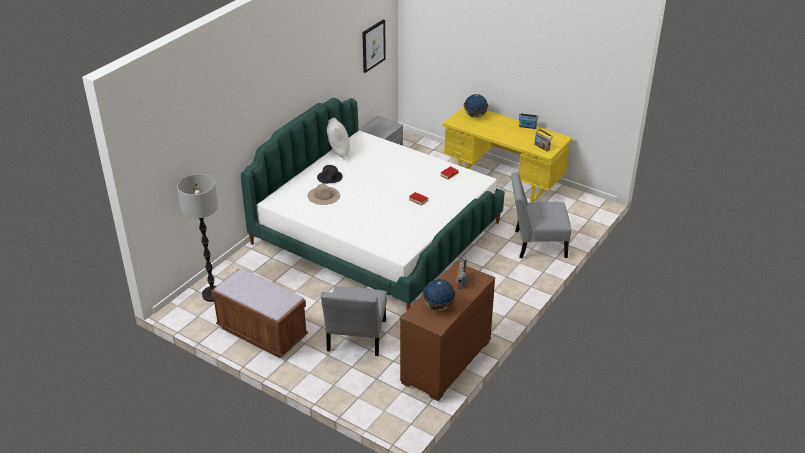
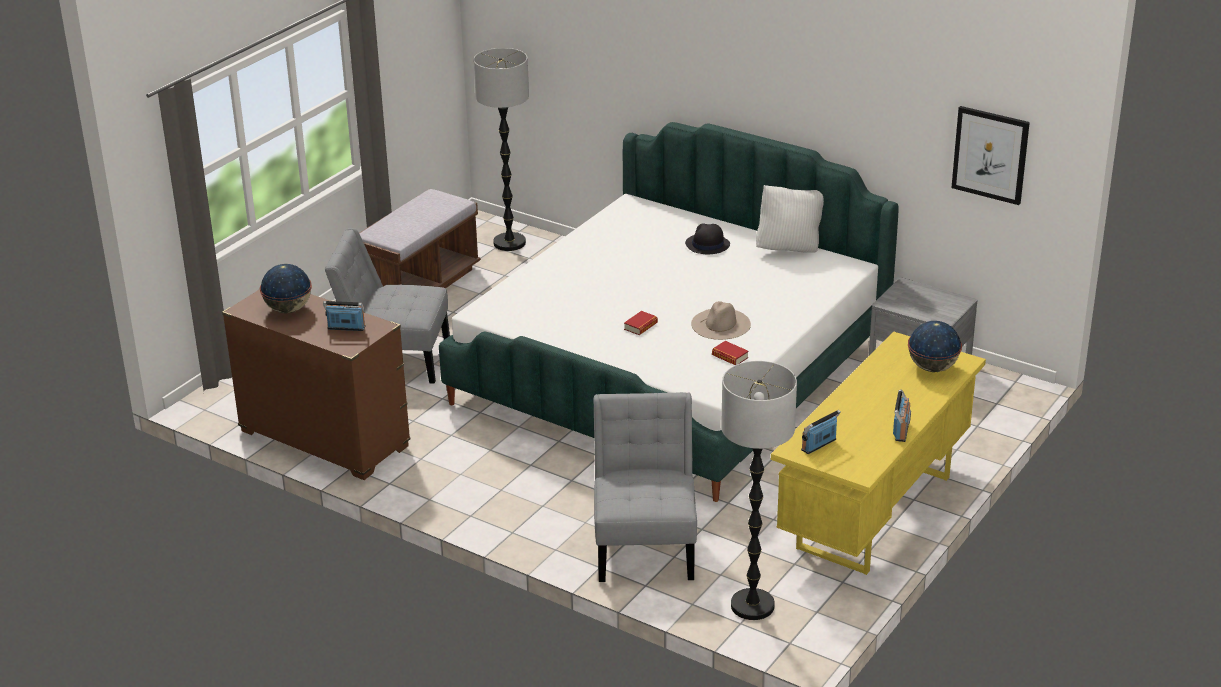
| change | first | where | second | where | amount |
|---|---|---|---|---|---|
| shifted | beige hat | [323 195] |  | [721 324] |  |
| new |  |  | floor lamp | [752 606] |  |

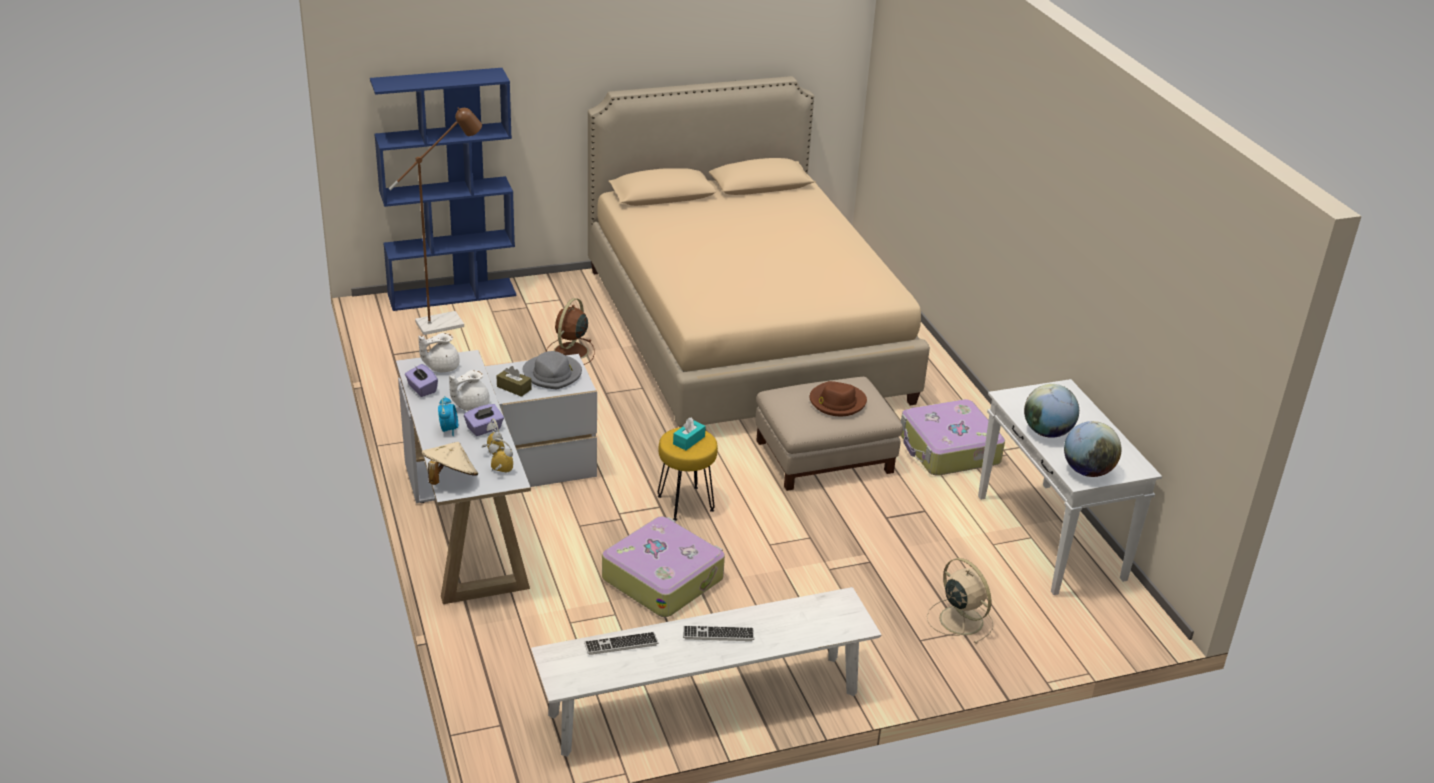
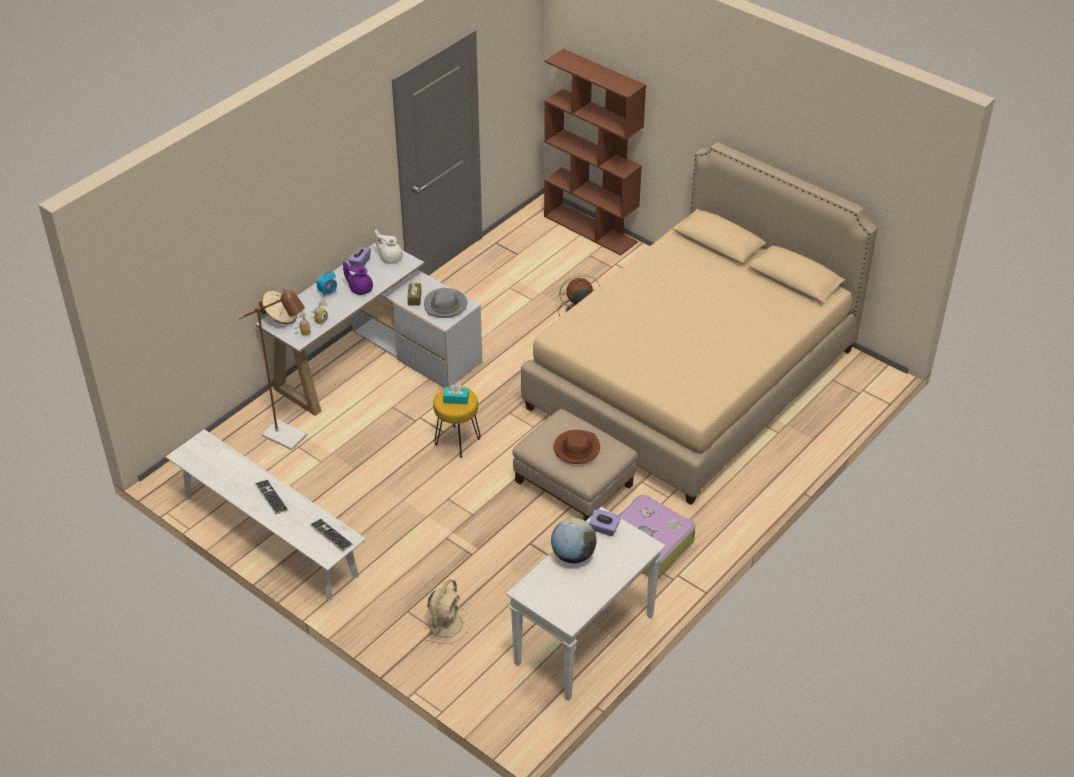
| change | first | where | second | where | amount |
|---|---|---|---|---|---|
| repainted | blue bookcase | [452 294] | brown bookcase | [591 229] |  |
| shifted | brown floor lamp | [448 322] |  | [291 438] |  |
| repainted | white teapot | [471 405] | purple teapot | [360 289] |  |
| shifted | purple tissue box | [484 429] |  | [604 529] |  |
| shifted | keyboard | [621 644] |  | [331 535] |  |
| gone | suitcase | [663 578] |  |  |  |
| gone | globe | [1087 471] |  |  |  |

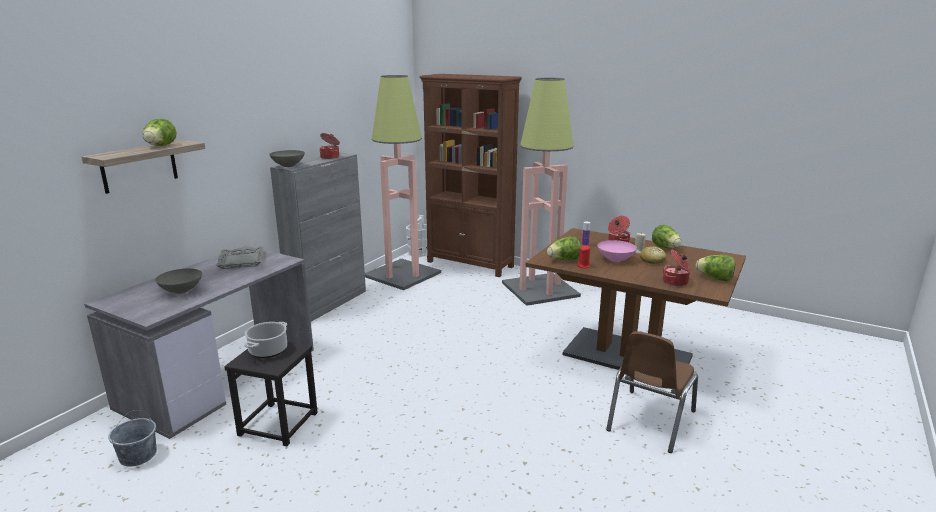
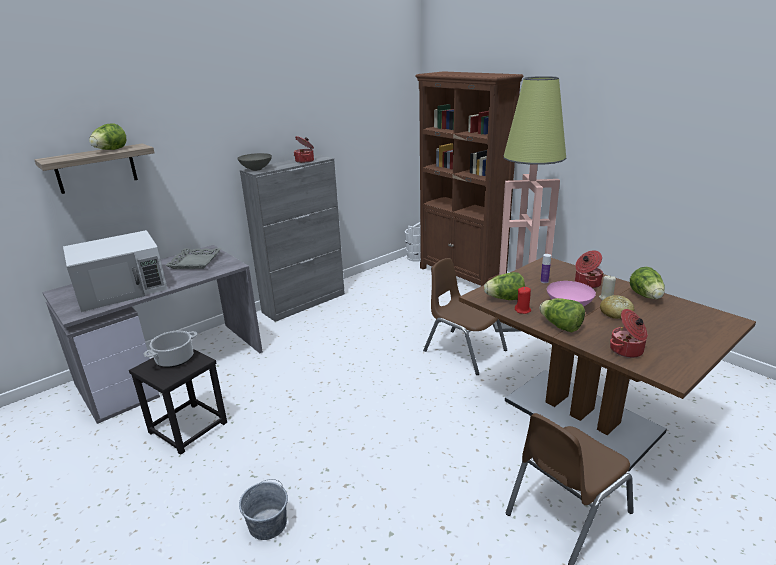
| change | first | where | second | where | amount |
|---|---|---|---|---|---|
| shifted | grey bucket | [138 455] |  | [268 524] |  |
| swapped | grey bowl | [182 290] | white microwave | [122 288] |  |
| gone | floor lamp | [403 274] |  |  |  |
| shifted | lettuce | [715 278] |  | [560 326] |  |
| new |  |  | brown chair | [464 351] |  |

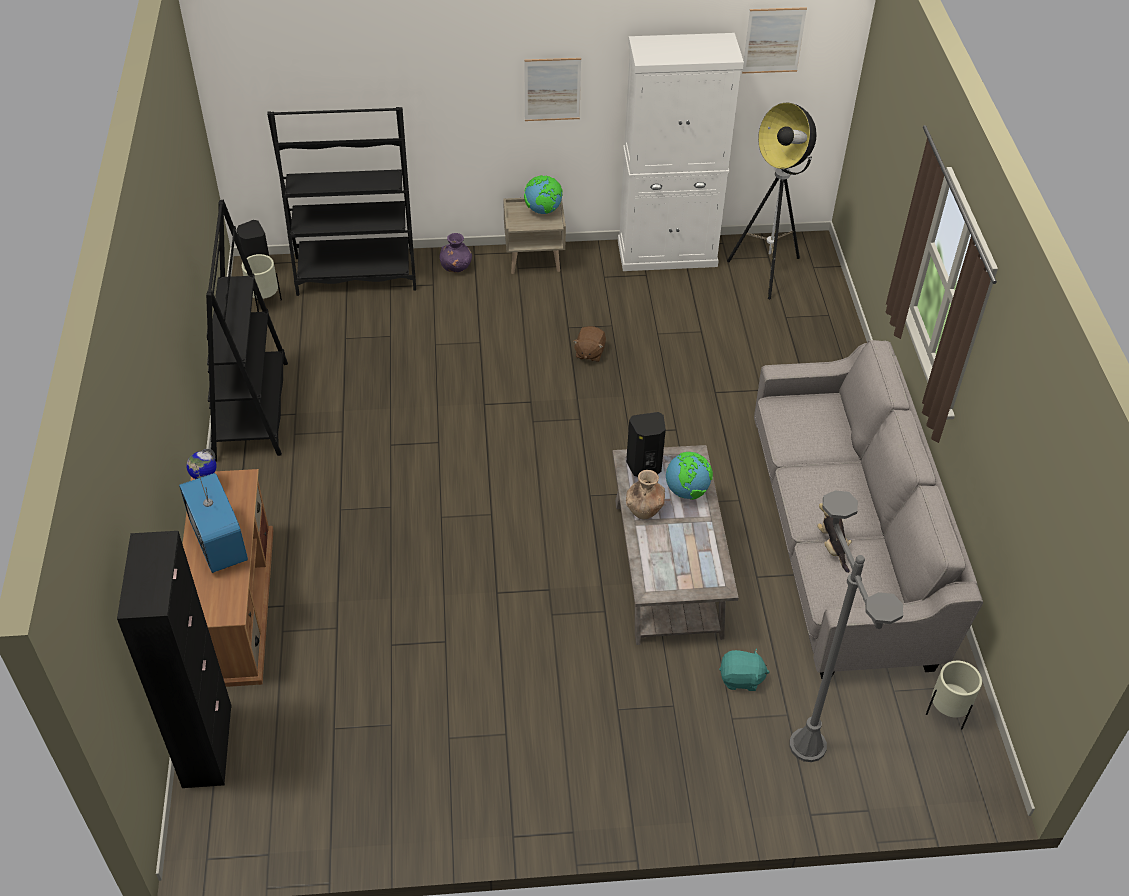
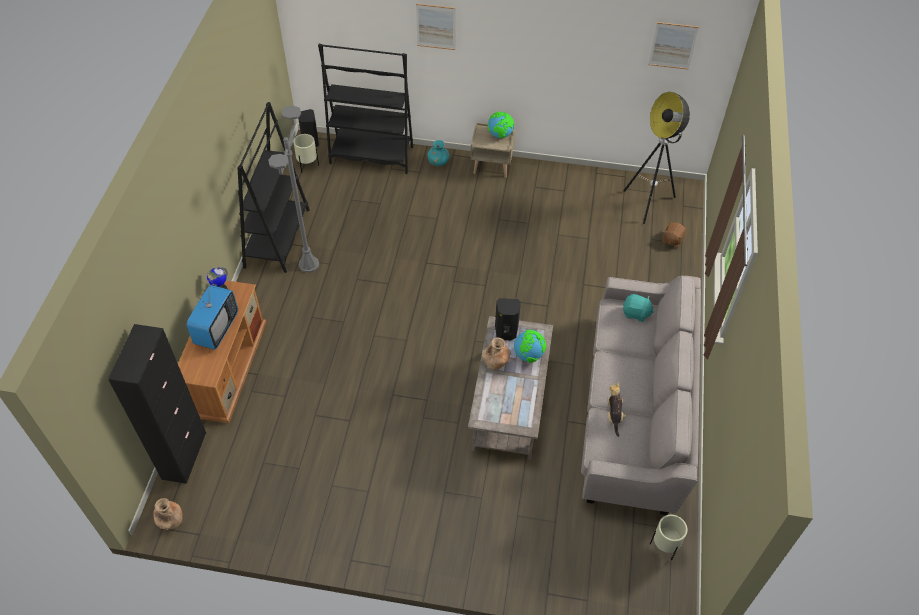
| change | first | where | second | where | amount |
|---|---|---|---|---|---|
| rotated | television | [219 542] |  | [216 329] | 150 degrees counterclockwise |
| repainted | purple vase | [456 267] | turquoise vase | [438 162] |  |
| shifted | picture | [552 89] |  | [436 26] |  |
| shifted | brown plush toy | [589 353] |  | [672 240] |  |
| gone | white cabinet | [667 253] |  |  |  |
| shifted | turquoise plush toy | [741 679] |  | [636 313] |  |
| shifted | grey floor lamp | [807 746] |  | [309 265] |  |
| new |  |  | brown vase | [170 520] |  |

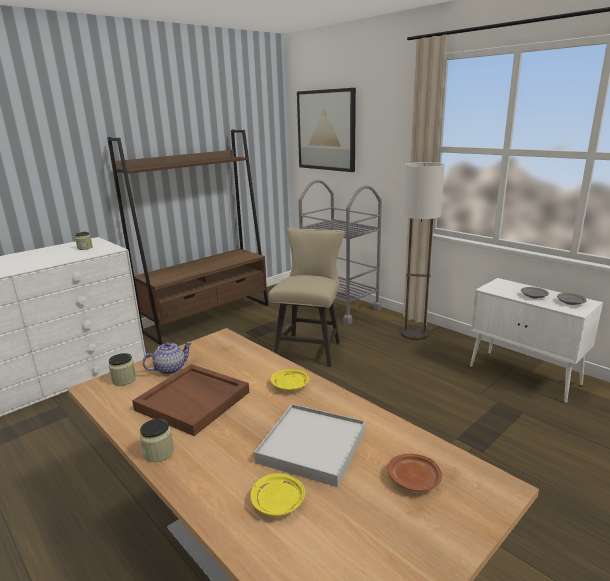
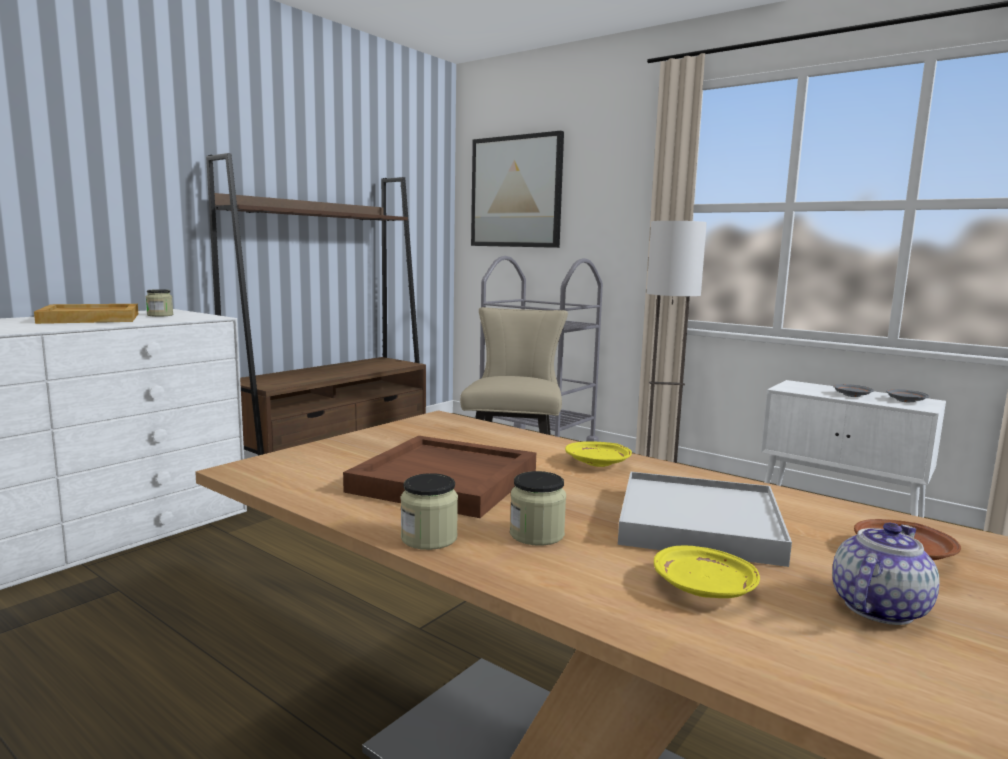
| change | first | where | second | where | amount |
|---|---|---|---|---|---|
| shifted | jar | [124 379] |  | [536 534] |  |
| shifted | teapot | [170 369] |  | [877 607] |  |
| new |  |  | beige tray | [91 318] |  |

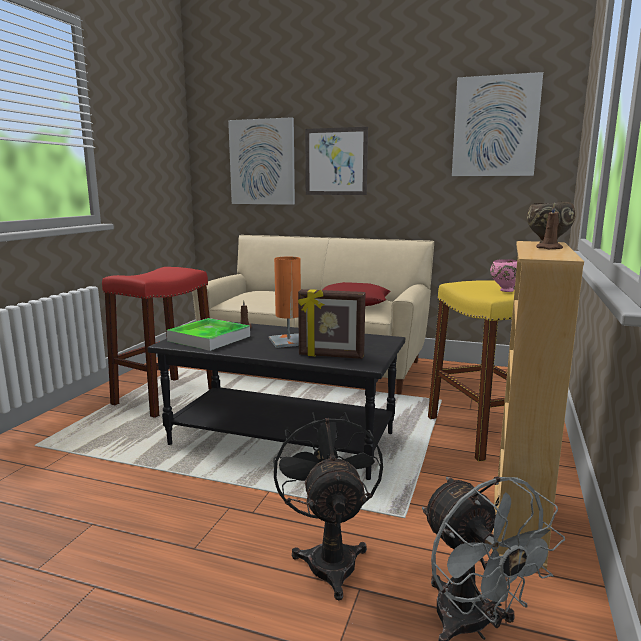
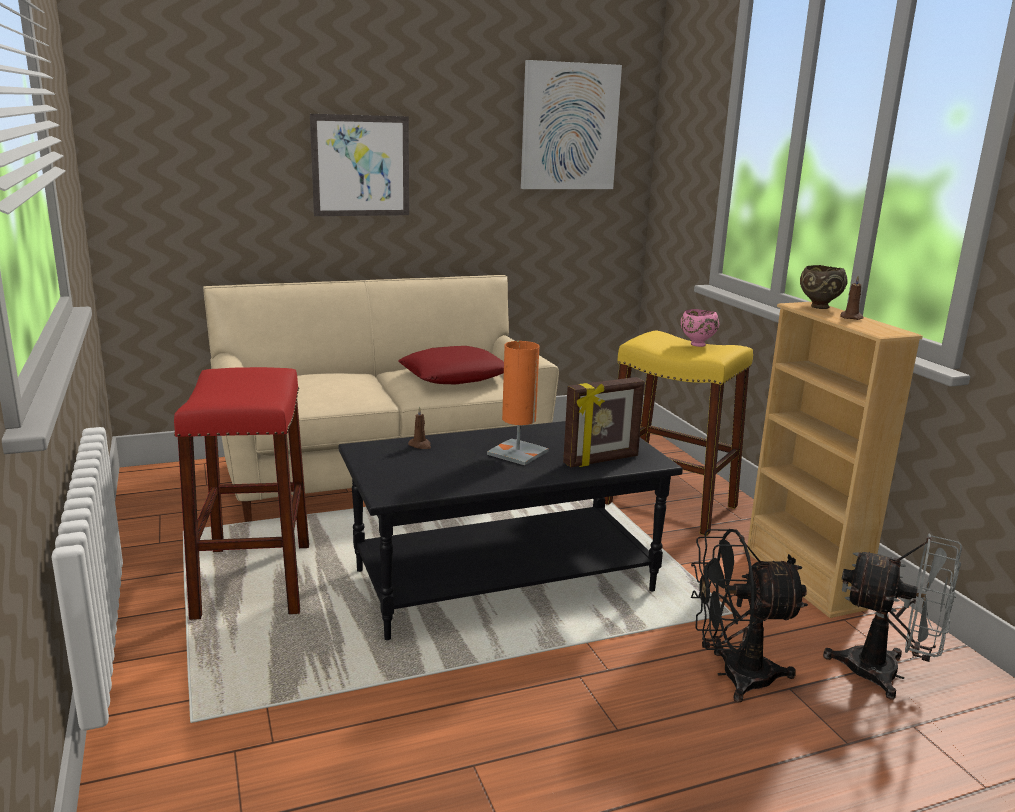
| change | first | where | second | where | amount |
|---|---|---|---|---|---|
| gone | tray | [209 338] |  |  |  |
| gone | picture | [262 162] |  |  |  |
| rotated | black fan | [330 557] |  | [733 675] | 45 degrees counterclockwise |

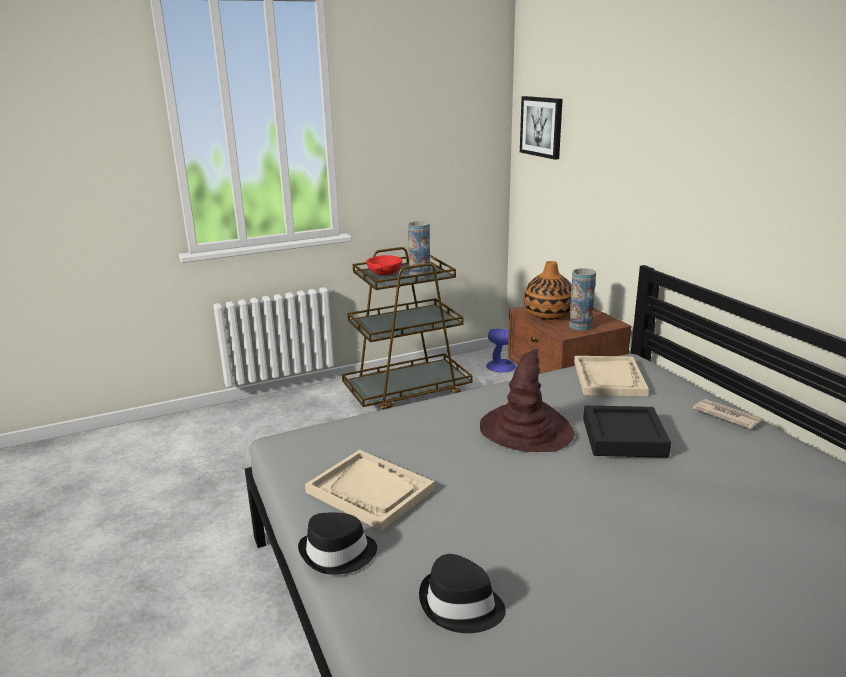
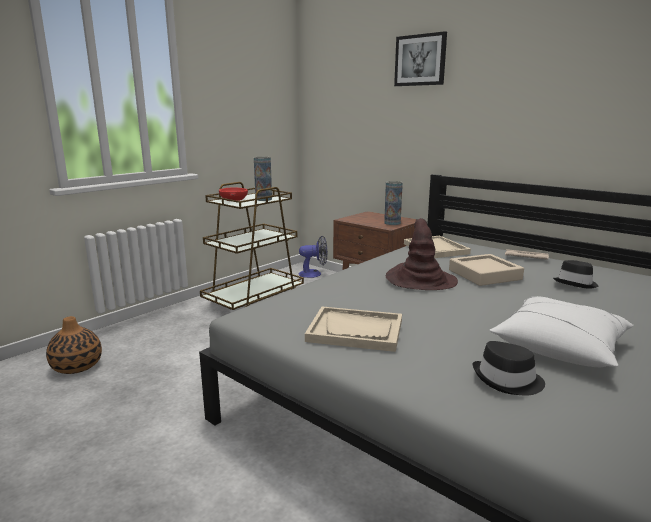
| change | first | where | second | where | amount |
|---|---|---|---|---|---|
| shifted | black hat | [338 554] |  | [576 283] |  |
| shifted | picture | [542 126] |  | [420 60] |  |
| shifted | vase | [548 314] |  | [77 366] |  |
| repainted | black tray | [623 438] | beige tray | [484 275] |  |
| new |  |  | white pillow | [560 347] |  |

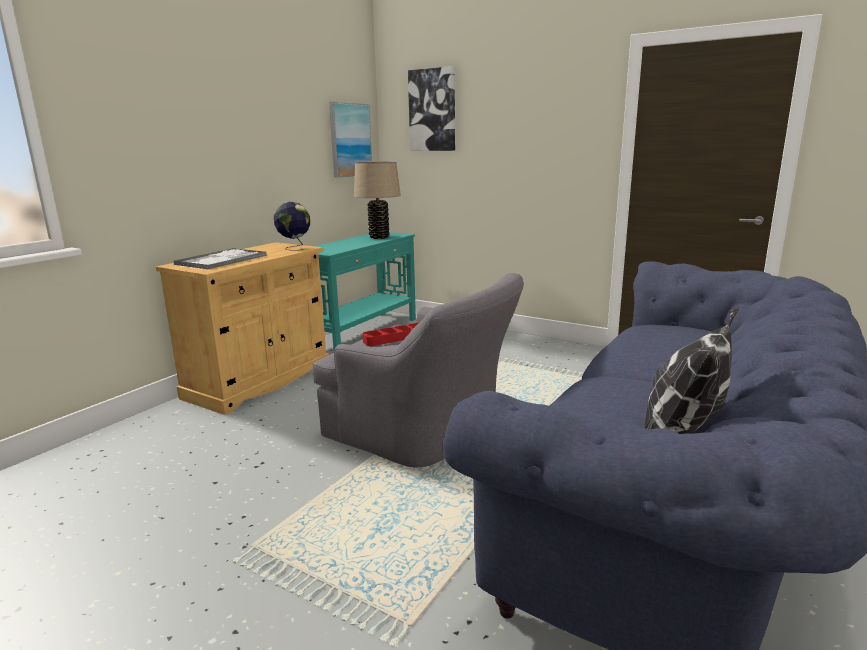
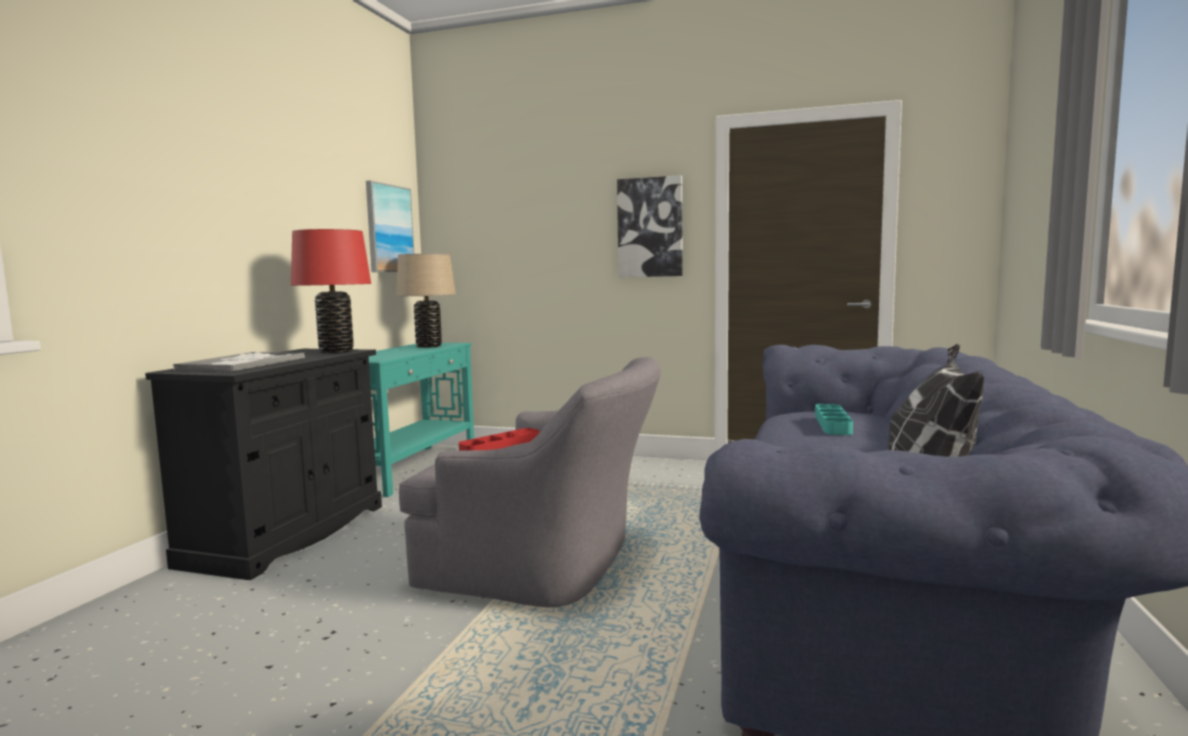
| change | first | where | second | where | amount |
|---|---|---|---|---|---|
| repainted | beige cabinet | [259 381] | black cabinet | [287 534] |  |
| swapped | globe | [294 248] | red table lamp | [336 351] |  |
| shifted | picture | [432 110] |  | [650 227] |  |
| new |  |  | turquoise tray | [832 424] |  |

